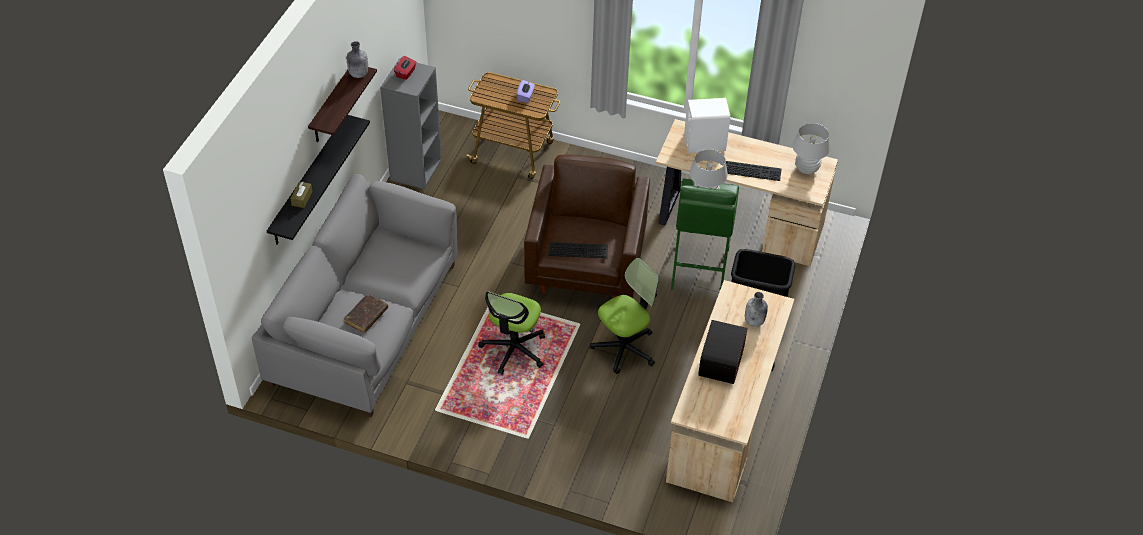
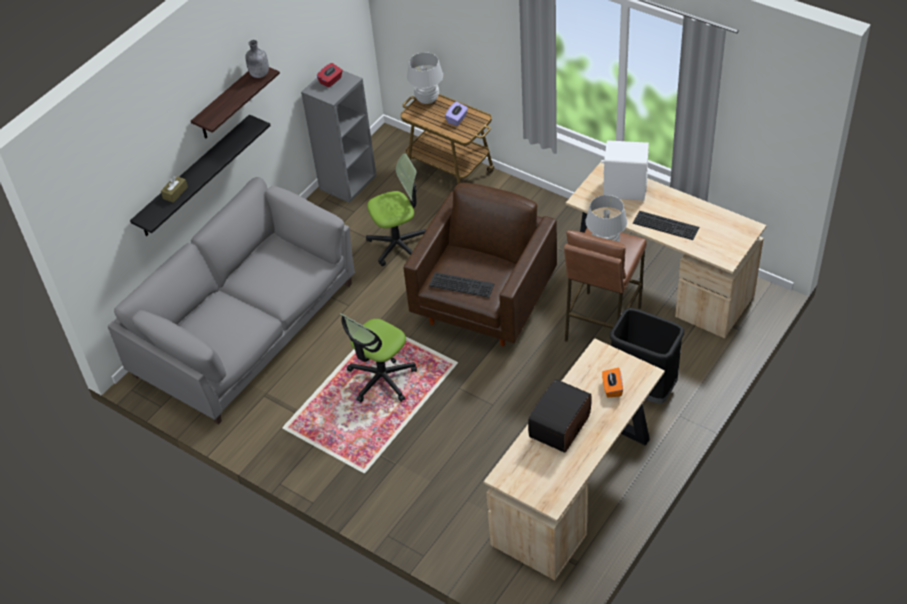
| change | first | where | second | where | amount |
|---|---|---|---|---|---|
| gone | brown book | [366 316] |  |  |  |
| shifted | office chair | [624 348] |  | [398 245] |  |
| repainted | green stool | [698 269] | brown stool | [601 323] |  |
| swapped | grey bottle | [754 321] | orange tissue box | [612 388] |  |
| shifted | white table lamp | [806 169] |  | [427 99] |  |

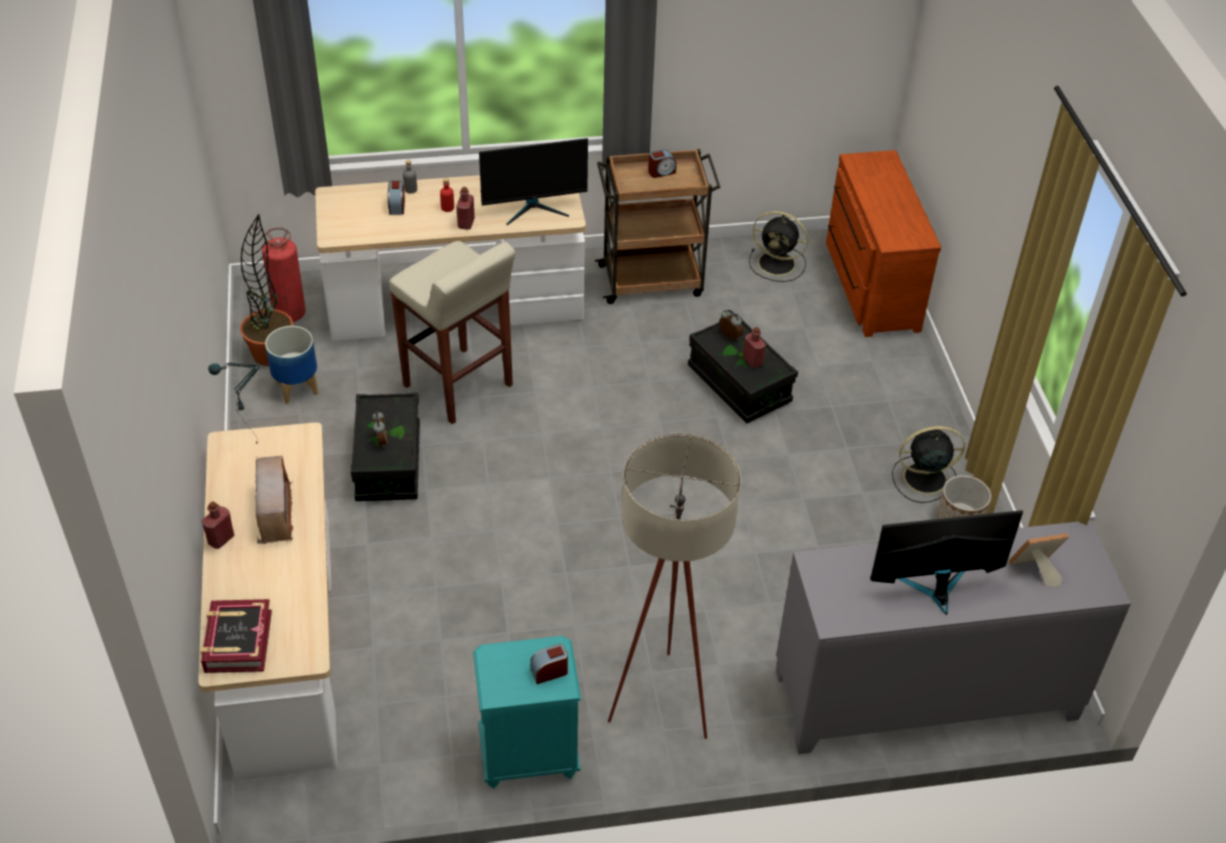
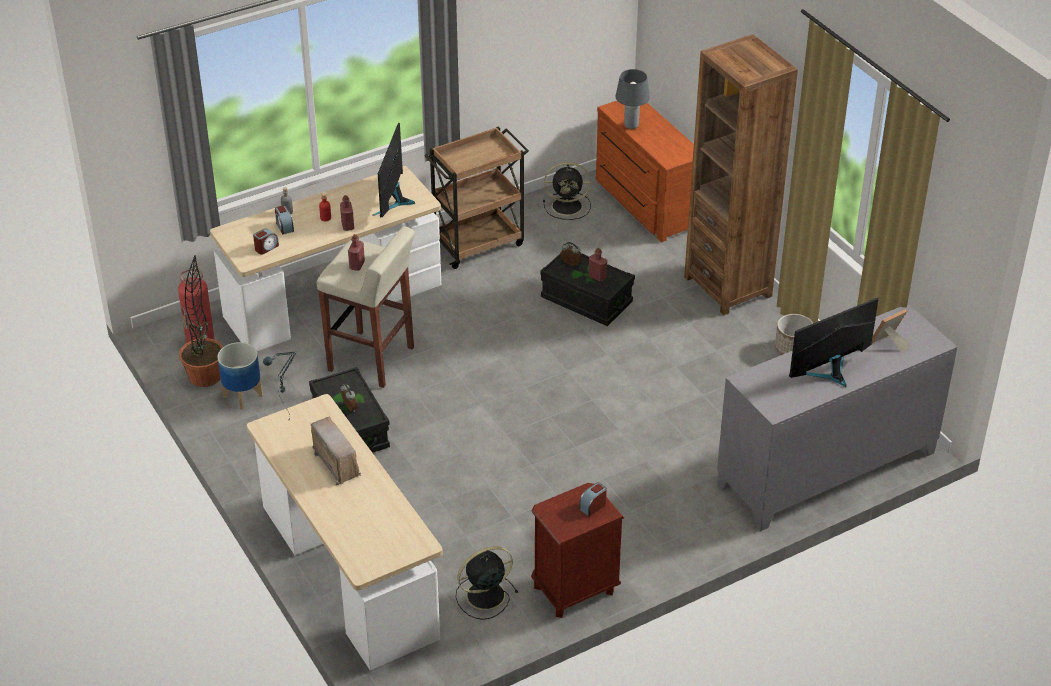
| change | first | where | second | where | amount |
|---|---|---|---|---|---|
| gone | book | [237 641] |  |  |  |
| shifted | red bottle | [221 539] |  | [357 265] |  |
| repainted | turquoise nightstand | [528 756] | brown nightstand | [574 590] |  |
| rotated | monitor | [534 208] |  | [394 201] | 135 degrees clockwise |
| gone | beige floor lamp | [663 693] |  |  |  |
| shifted | alarm clock | [661 172] |  | [266 248] |  |
| shifted | black fan | [922 478] |  | [484 596] |  |
| new |  |  | grey table lamp | [631 126] |  |
| new |  |  | brown bookcase | [728 286] |  |

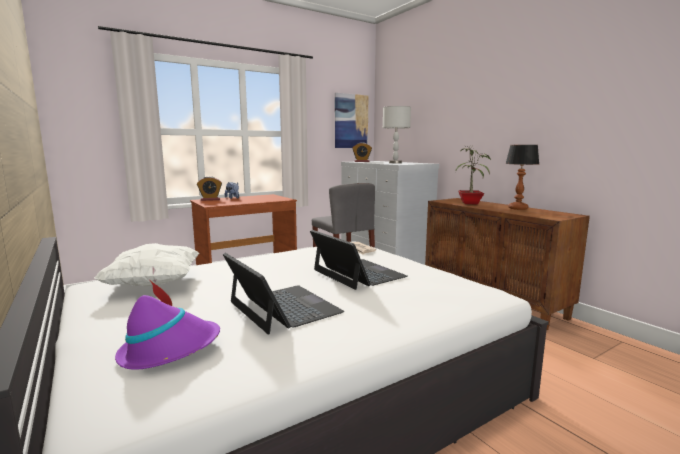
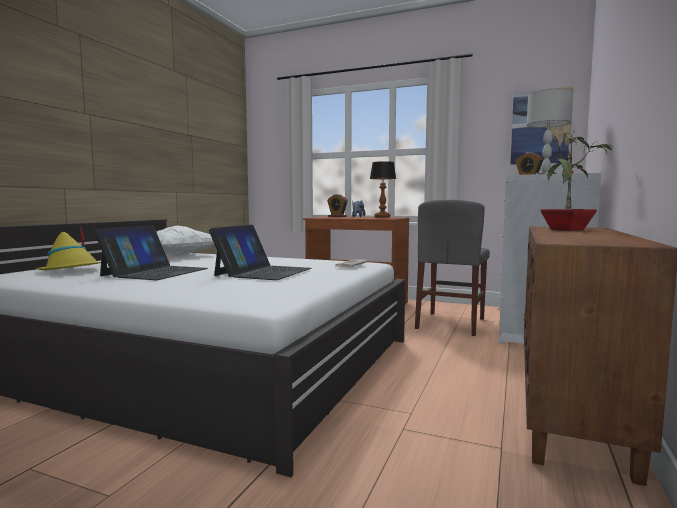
| change | first | where | second | where | amount |
|---|---|---|---|---|---|
| repainted | purple hat | [170 349] | yellow hat | [72 270] |  |
| shifted | table lamp | [518 208] |  | [382 217] |  |

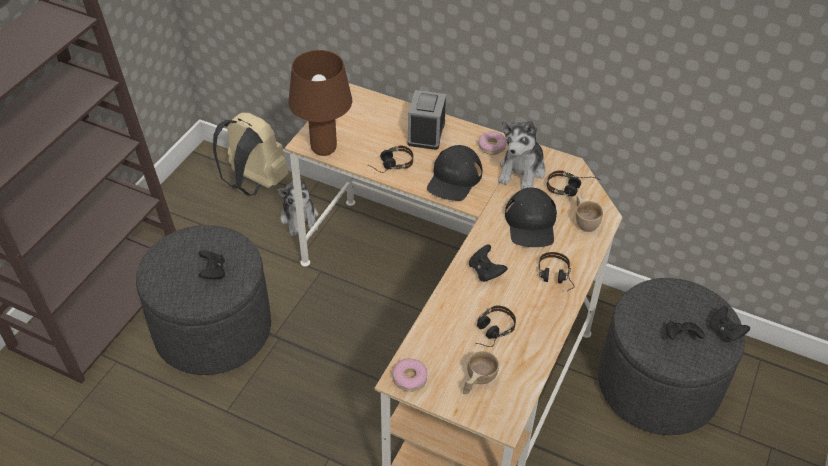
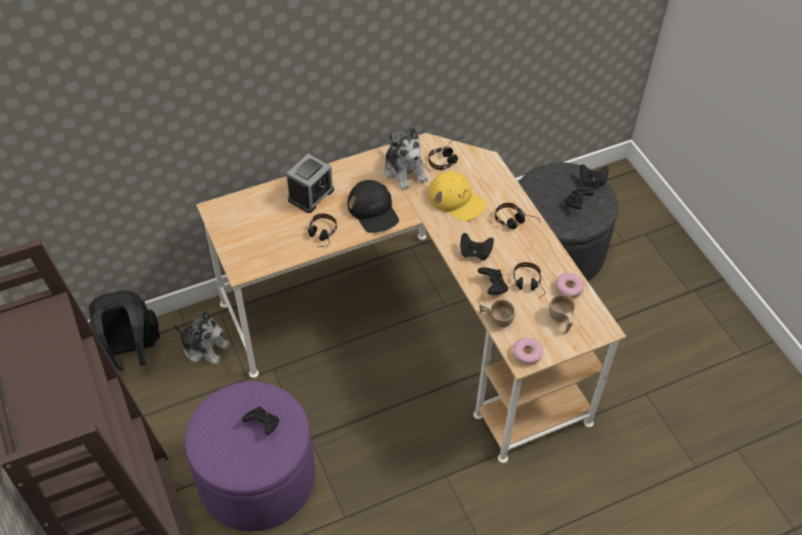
| change | first | where | second | where | amount |
|---|---|---|---|---|---|
| repainted | grey ottoman | [213 329] | purple ottoman | [257 478] |  |
| repainted | beige backpack | [254 183] | black backpack | [130 353] |  |
| gone | brown table lamp | [323 149] |  |  |  |
| rotated | alarm clock | [426 133] |  | [311 195] | 105 degrees counterclockwise |
| shifted | donut | [491 146] |  | [568 288] |  |
| repainted | black cap | [531 223] | yellow cap | [456 200] |  |
| shifted | beige cup | [584 221] |  | [495 318] |  |
| new |  |  | black game controller | [493 287] |  |

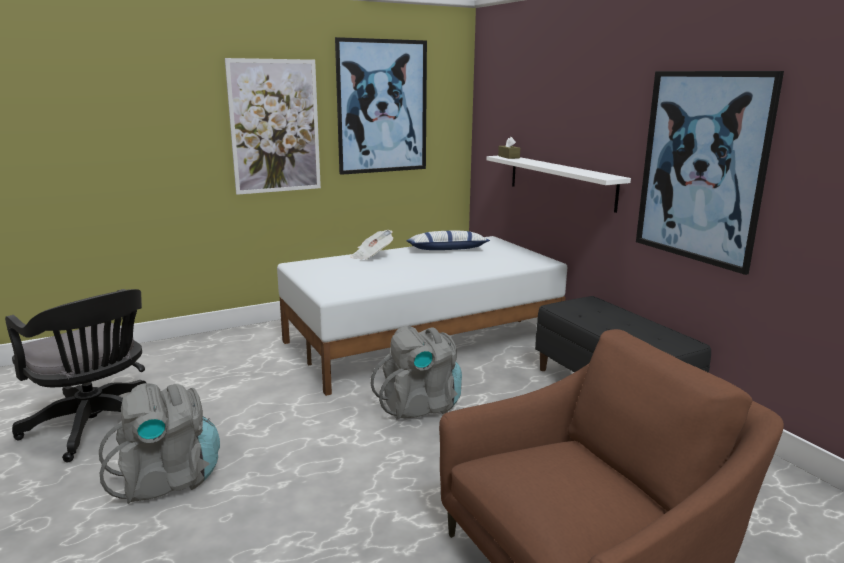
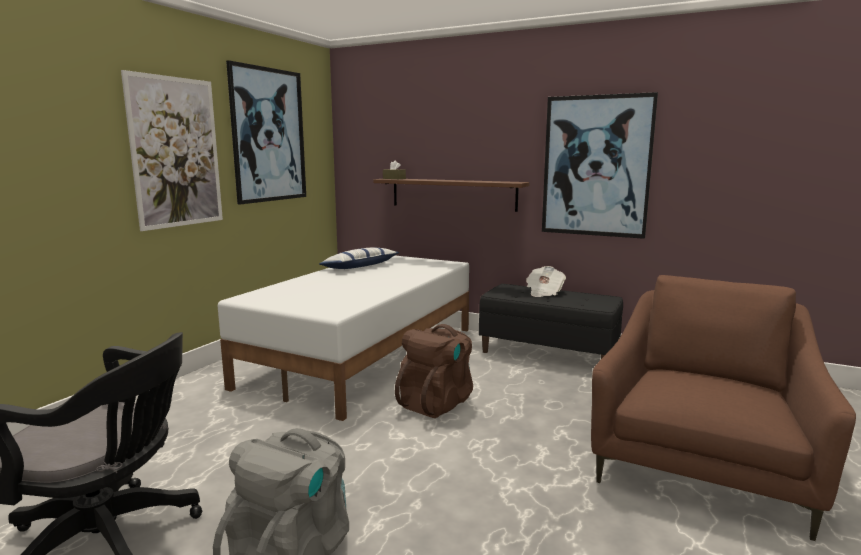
| change | first | where | second | where | amount |
|---|---|---|---|---|---|
| shifted | newspaper | [372 256] |  | [544 292] |  |
| repainted | grey backpack | [420 406] | brown backpack | [436 403] |  |
| repainted | white shelf | [560 181] | brown shelf | [453 194] |  |

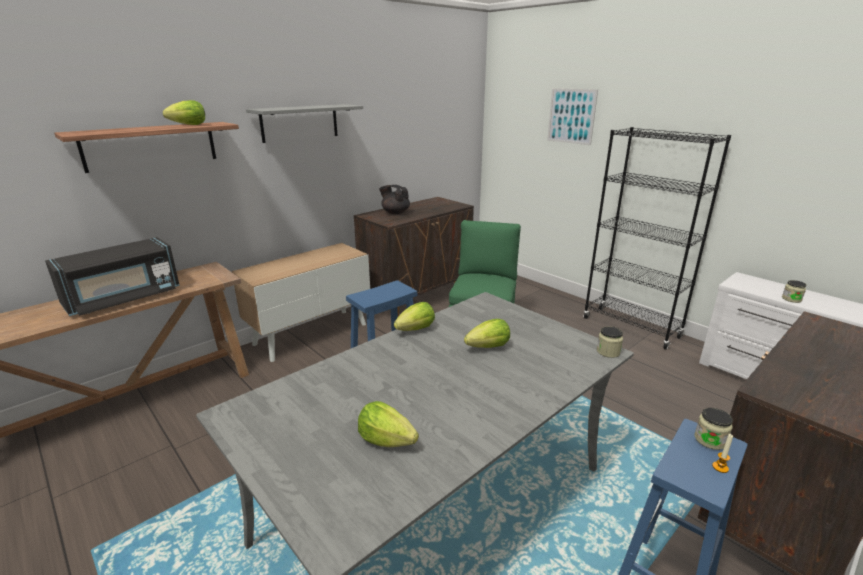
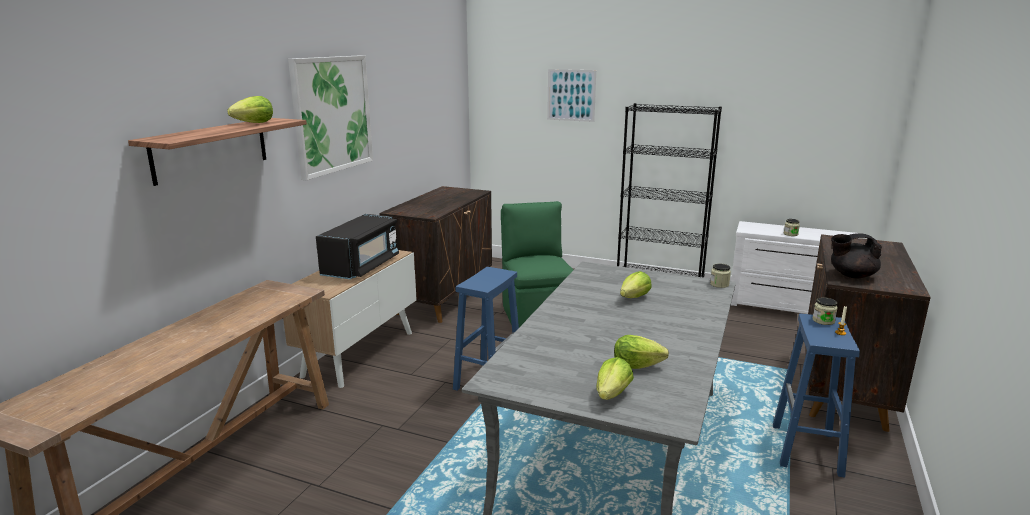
| change | first | where | second | where | amount |
|---|---|---|---|---|---|
| shifted | black microwave | [124 298] |  | [362 266] |  |
| swapped | grey shelf | [300 123] | picture | [332 114] |  |
| shifted | black teapot | [395 212] |  | [851 275] |  |
| shifted | lettuce | [416 329] |  | [612 394] |  |

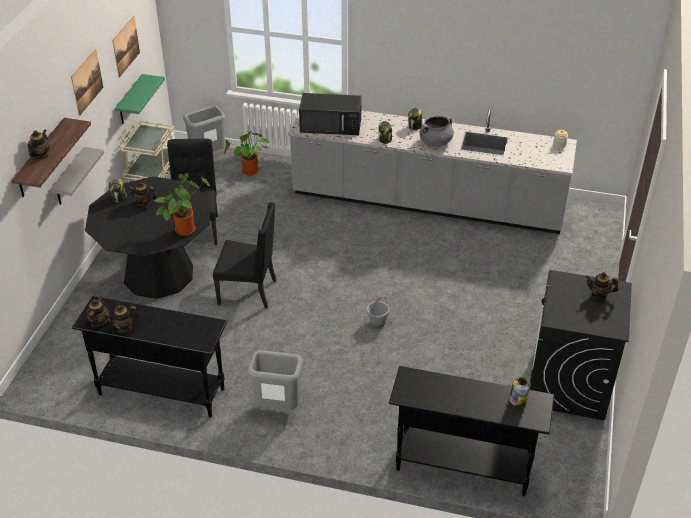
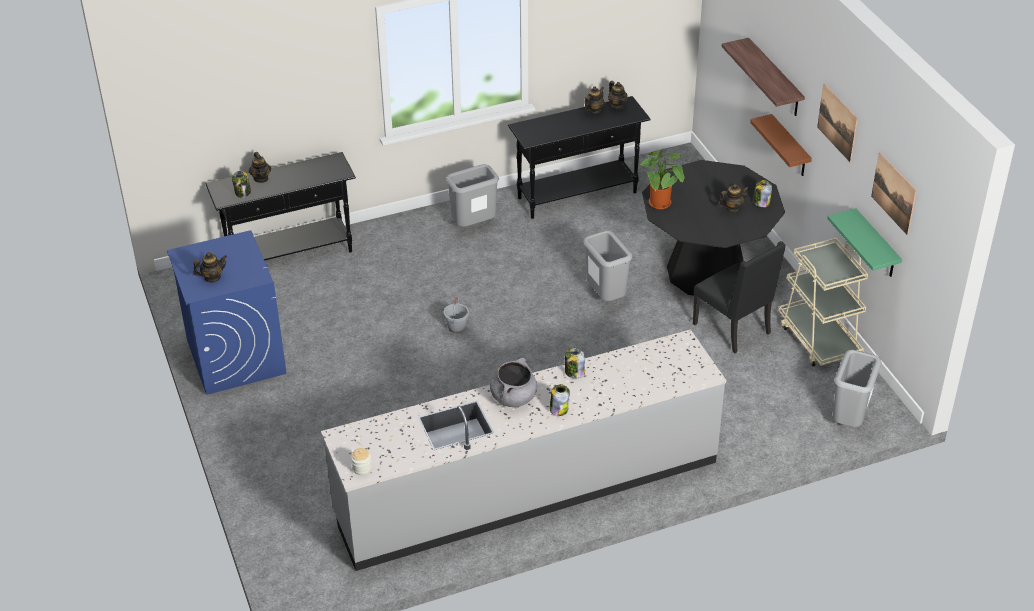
| change | first | where | second | where | amount |
|---|---|---|---|---|---|
| shifted | teapot | [40 155] |  | [261 178] |  |
| repainted | grey shelf | [69 178] | brown shelf | [790 147] |  |
| swapped | black chair | [249 292] | grey trash can | [605 297] |  |
| gone | potted plant | [250 172] |  |  |  |
| gone | black microwave | [331 125] |  |  |  |
| repainted | black washing machine | [569 384] | blue washing machine | [235 356] |  |

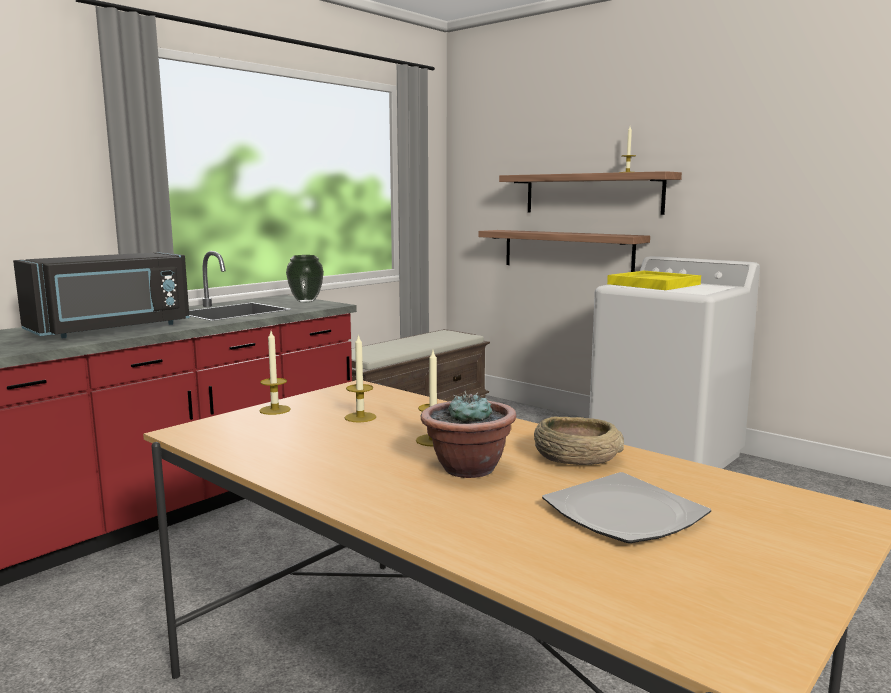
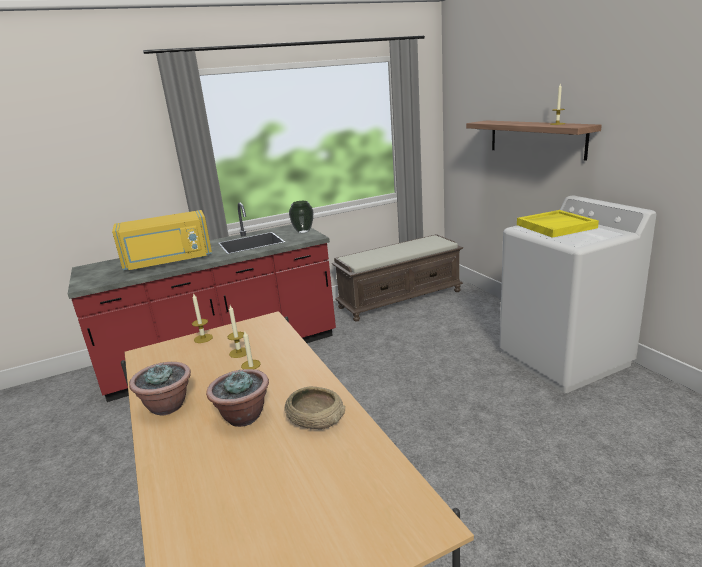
| change | first | where | second | where | amount |
|---|---|---|---|---|---|
| repainted | black microwave | [112 329] | yellow microwave | [168 261] |  |
| gone | shelf | [567 251] |  |  |  |
| gone | plate | [624 514] |  |  |  |
| new |  |  | potted plant | [168 406] |  |

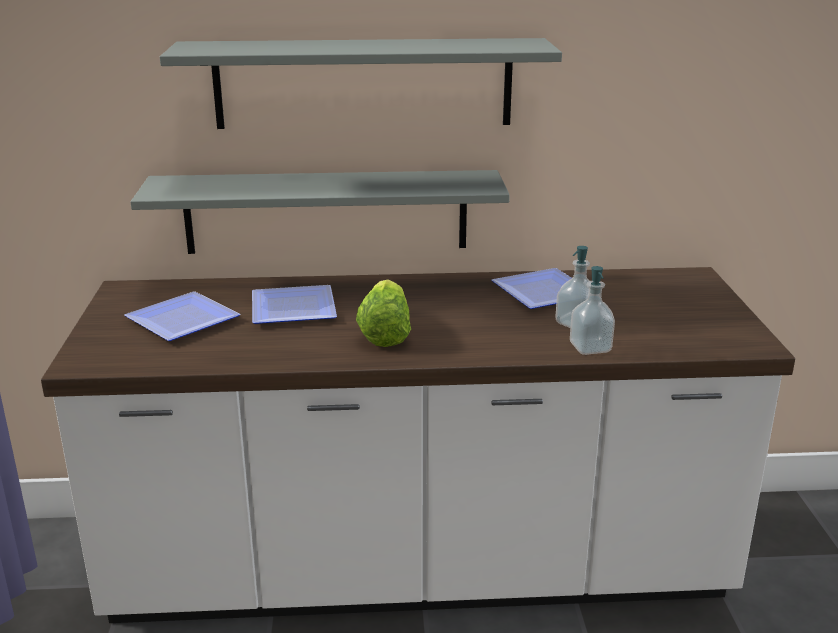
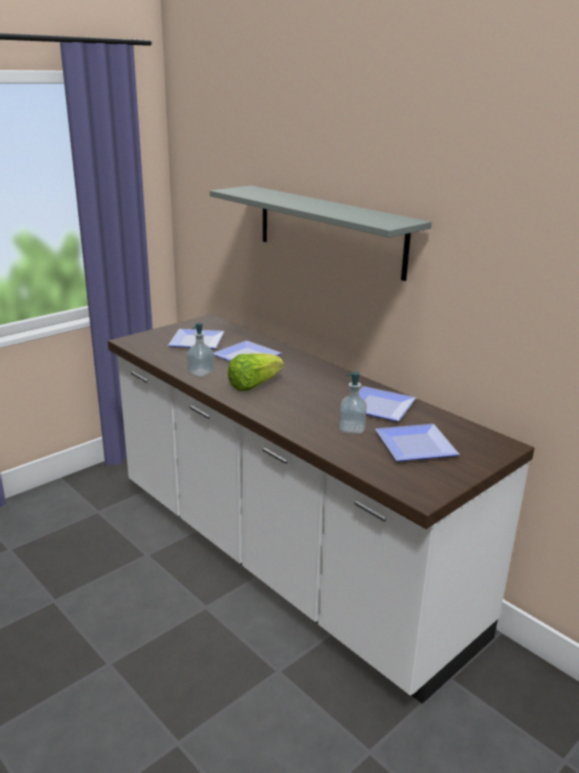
| change | first | where | second | where | amount |
|---|---|---|---|---|---|
| gone | grey shelf | [326 212] |  |  |  |
| shifted | soap dispenser | [590 347] |  | [200 372] |  |
| new |  |  | plate | [414 447] |  |

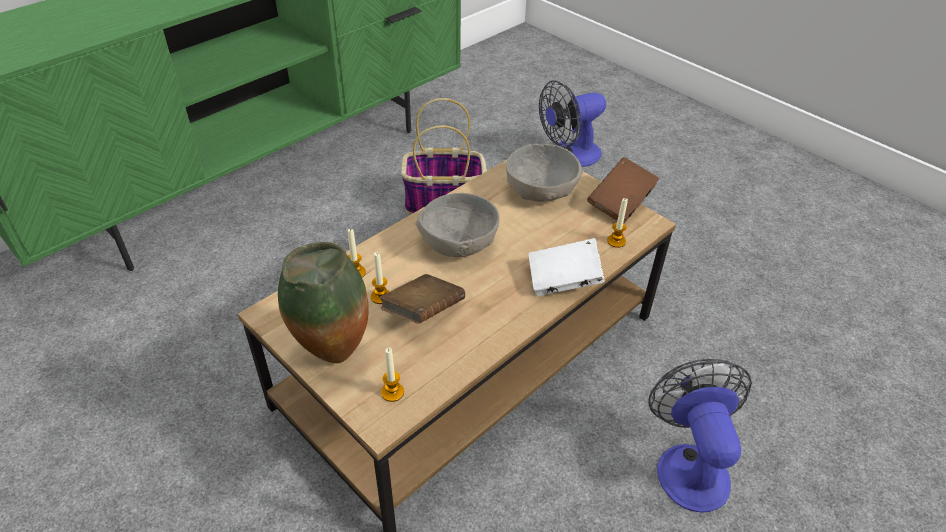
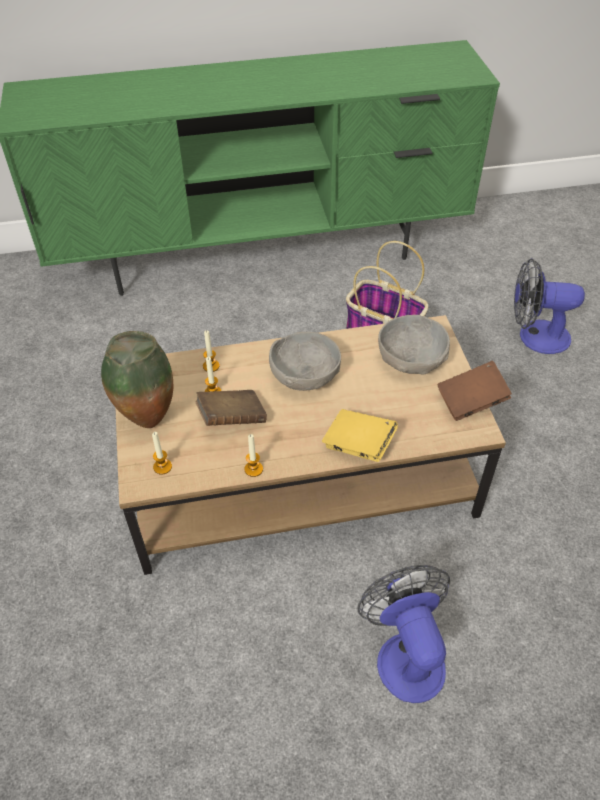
| change | first | where | second | where | amount |
|---|---|---|---|---|---|
| repainted | white book | [563 280] | yellow book | [358 445] |  |
| shifted | candle | [616 241] |  | [253 469] |  |
| rotated | fan | [688 464] |  | [406 654] | 45 degrees counterclockwise |

